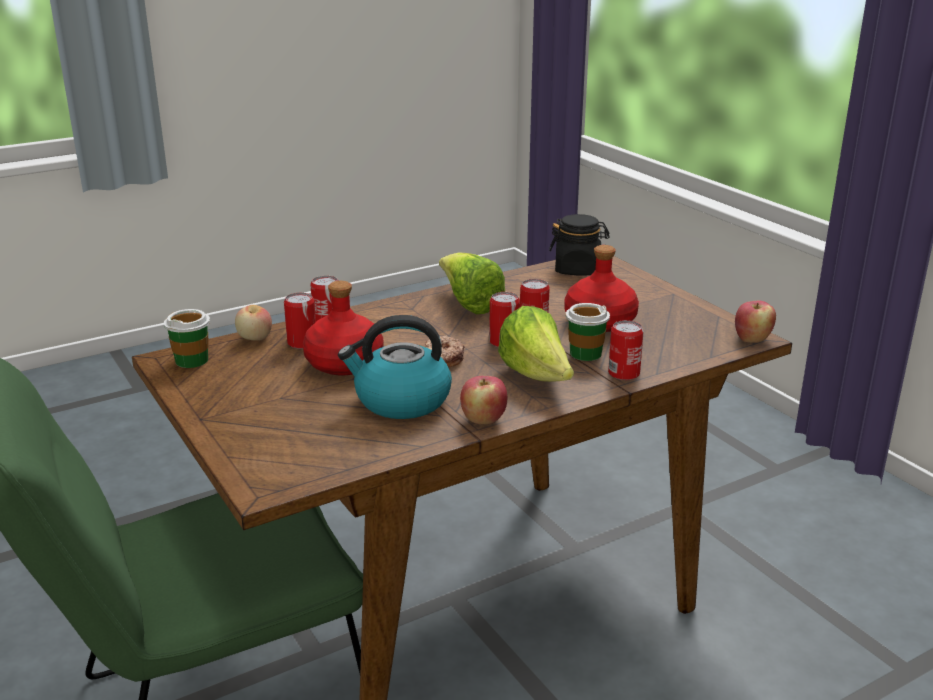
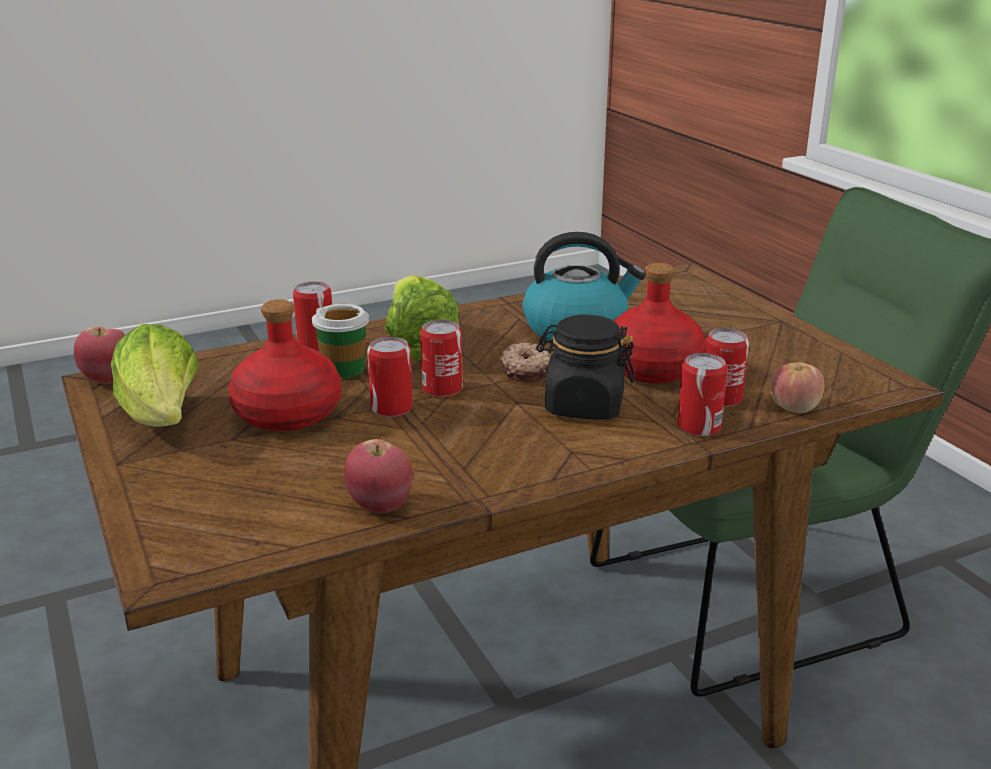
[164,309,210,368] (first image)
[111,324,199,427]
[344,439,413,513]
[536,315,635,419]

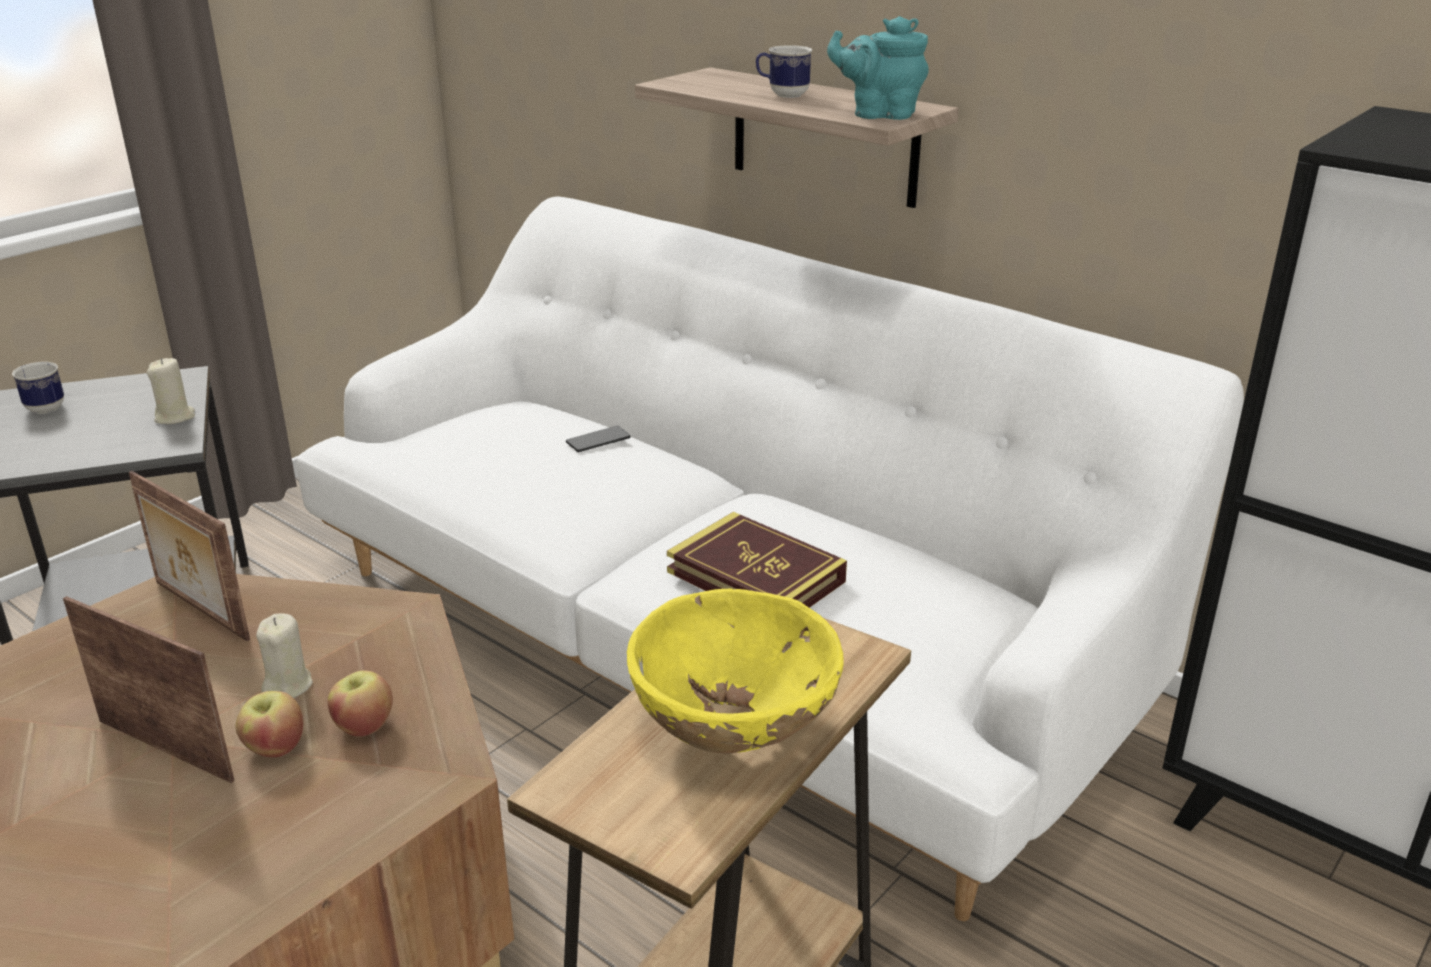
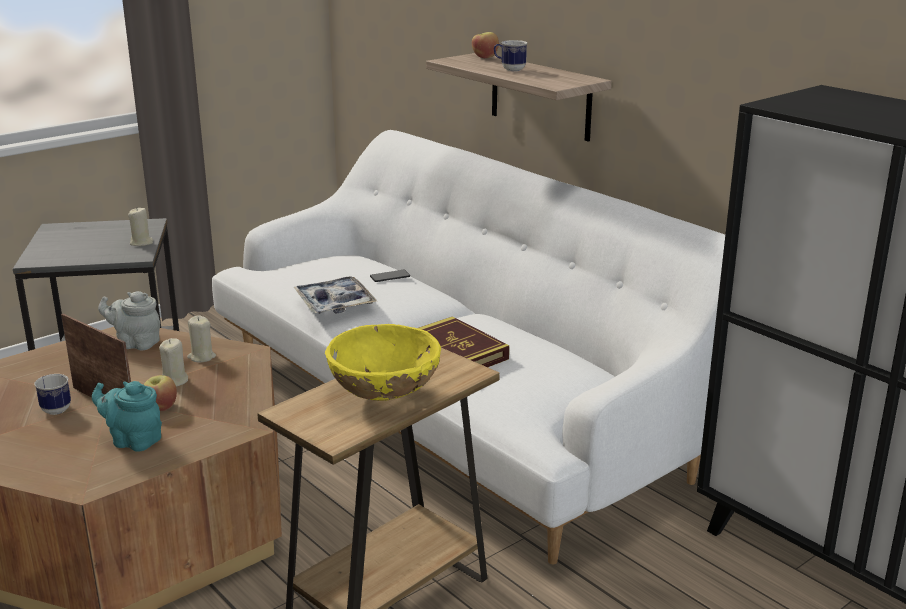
[187,315,216,363]
[293,276,377,314]
[34,374,71,415]
[472,32,499,58]
[92,381,162,452]
[98,291,160,350]

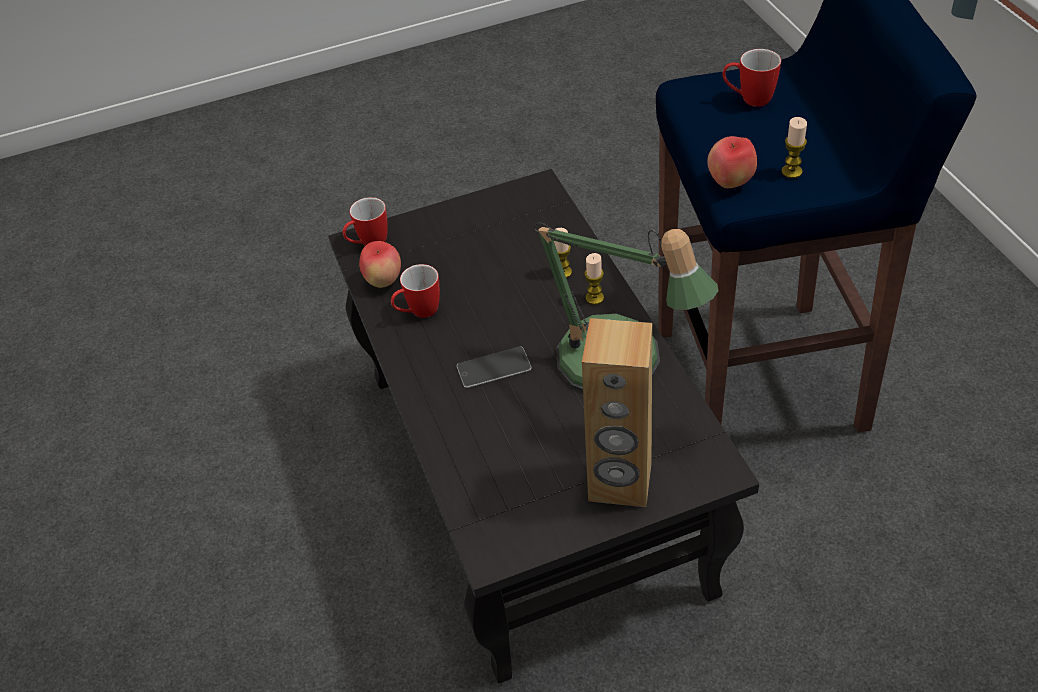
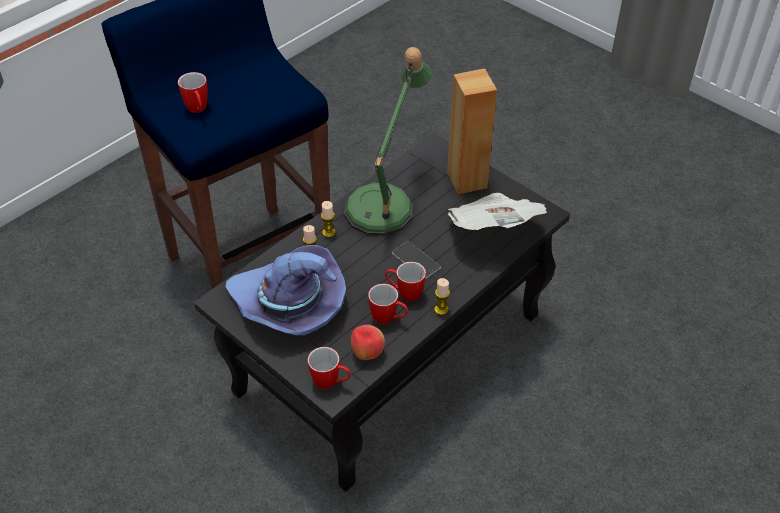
[707,136,757,188] (first image)
[225,245,346,336]
[385,262,426,302]
[448,193,547,230]
[434,278,450,315]

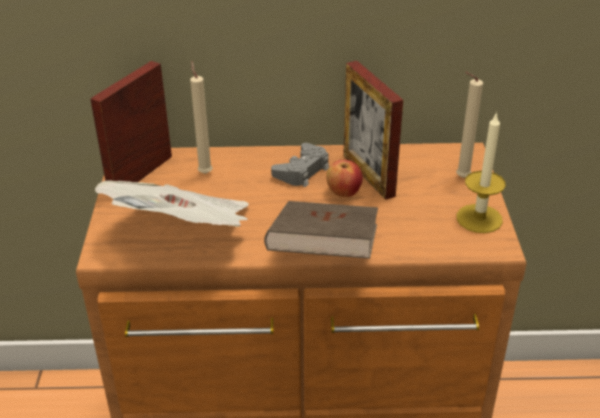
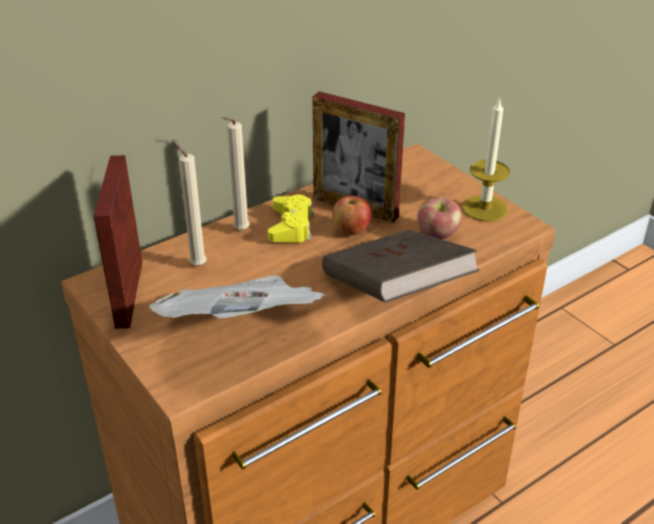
[417,197,462,239]
[222,117,250,231]
[268,195,313,243]

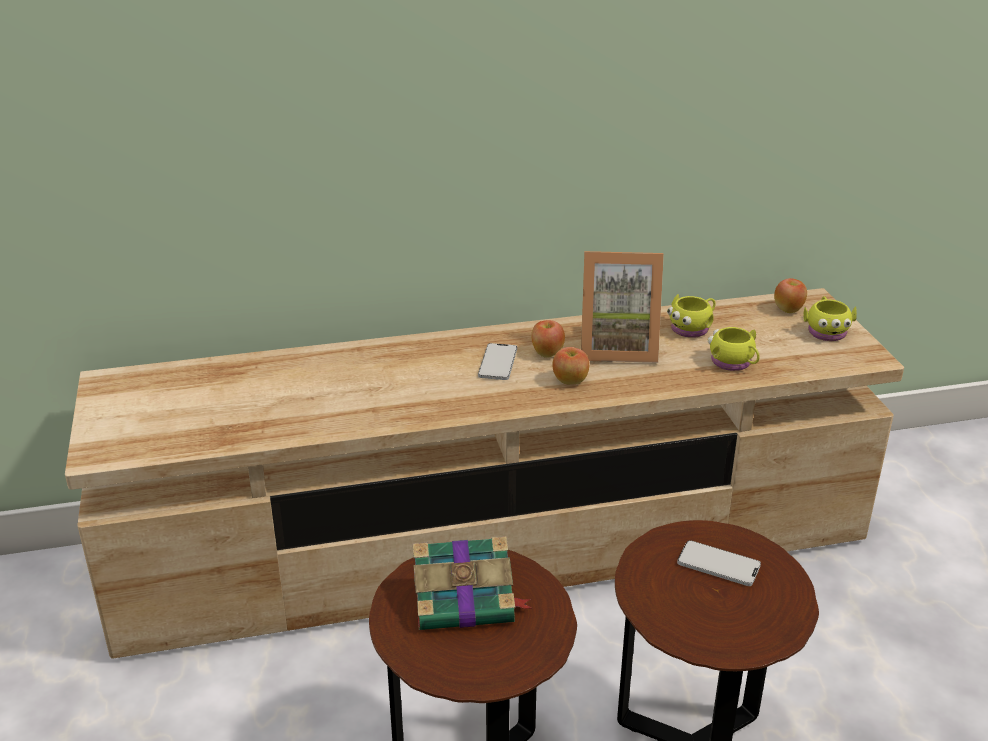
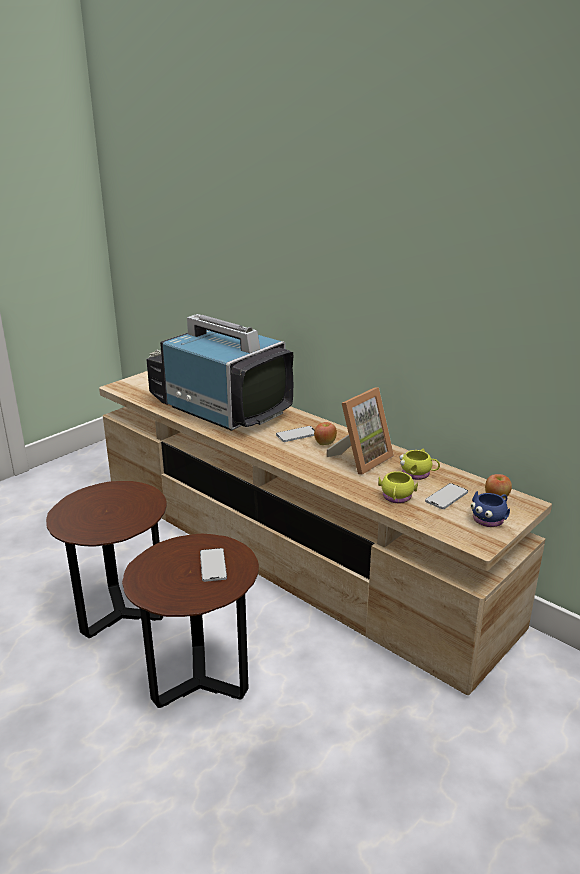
[413,536,532,630] (first image)
[552,347,589,384] (first image)
[146,314,293,431]
[425,483,468,509]
[471,491,510,527]
[327,387,394,475]

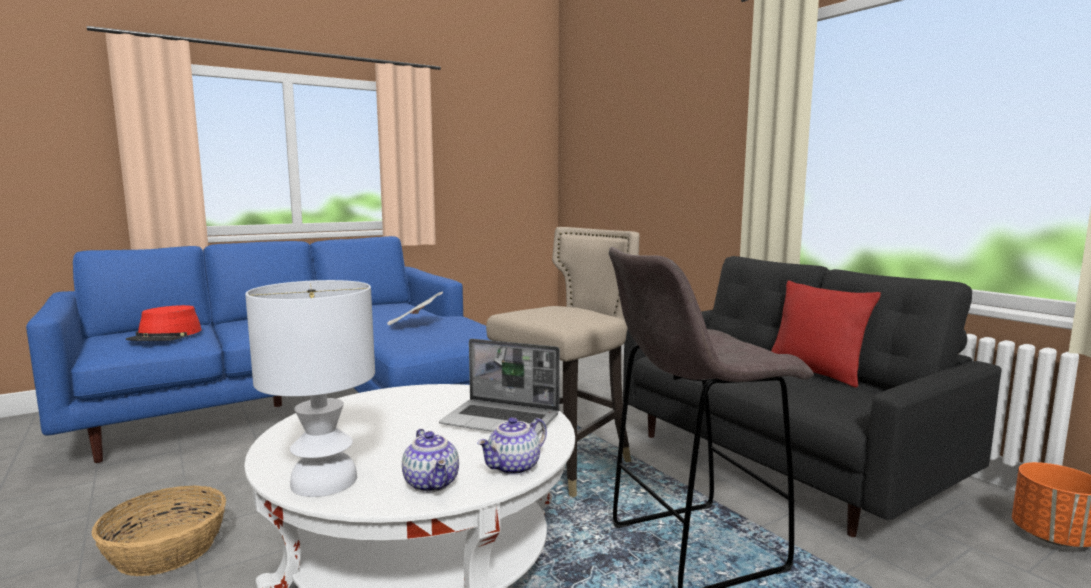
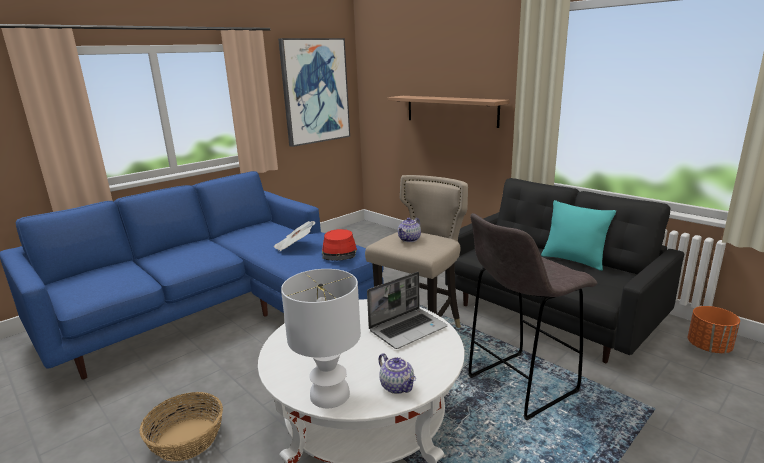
[278,38,350,147]
[388,96,510,128]
[322,229,357,261]
[398,218,421,242]
[541,200,616,271]
[367,272,448,349]

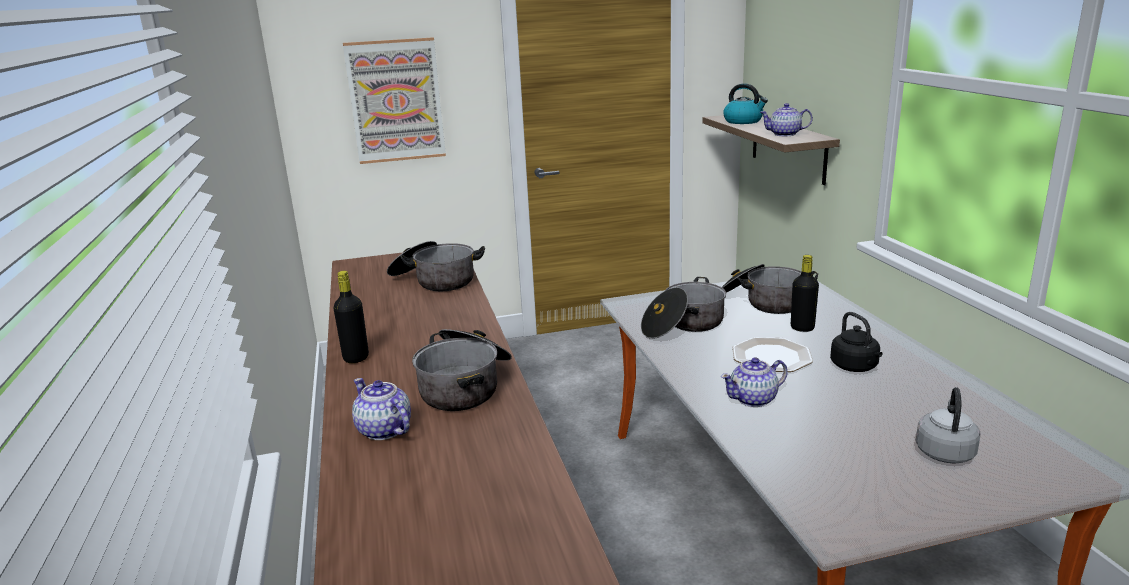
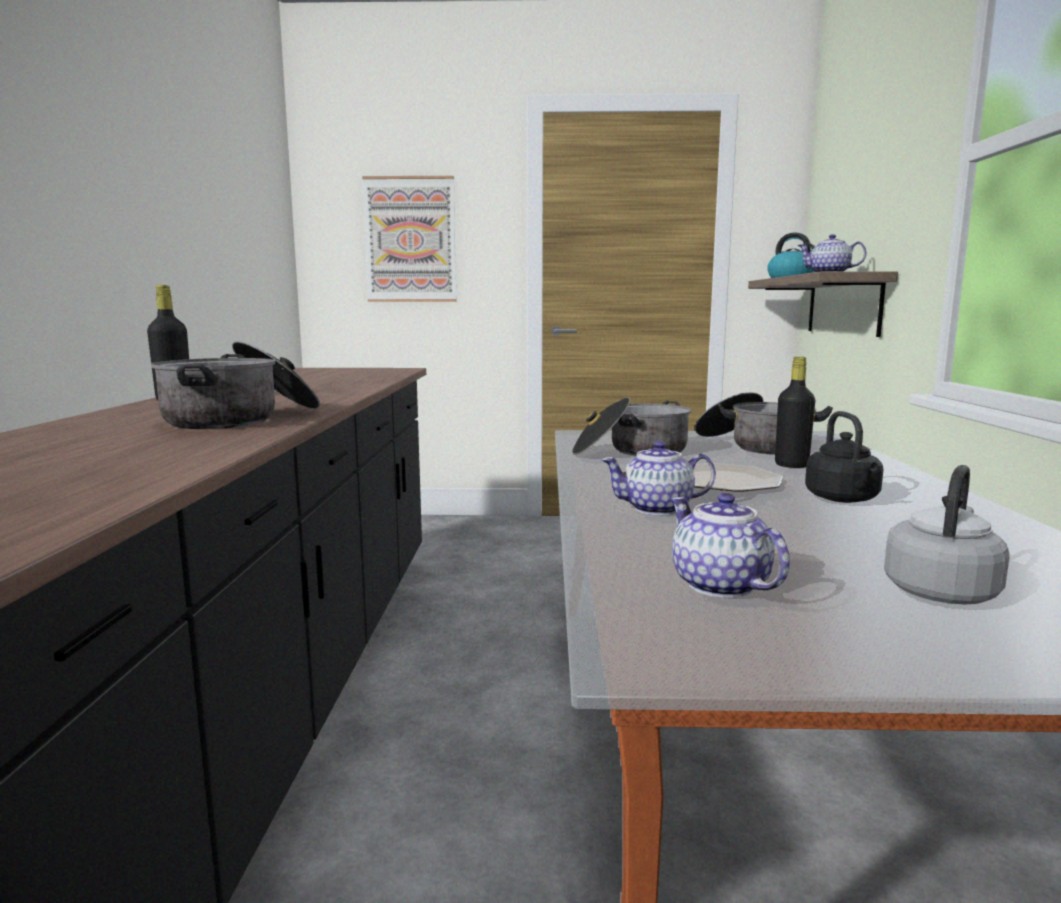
[387,241,485,291] (first image)
[671,493,790,598]

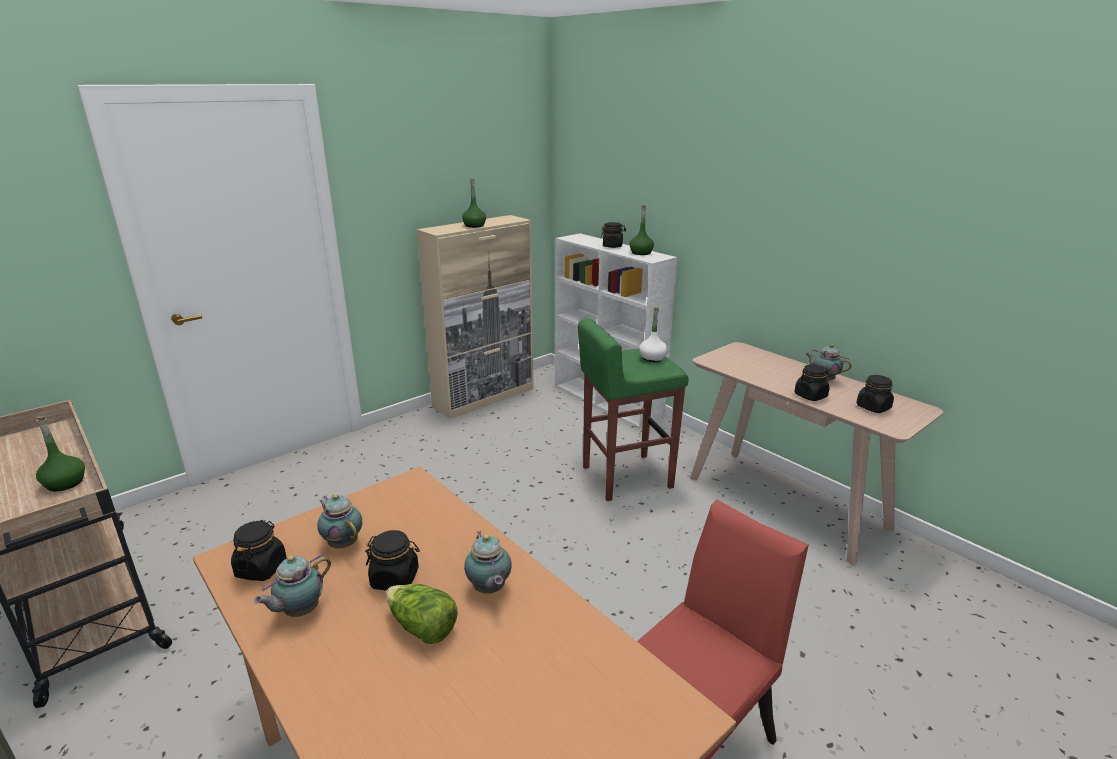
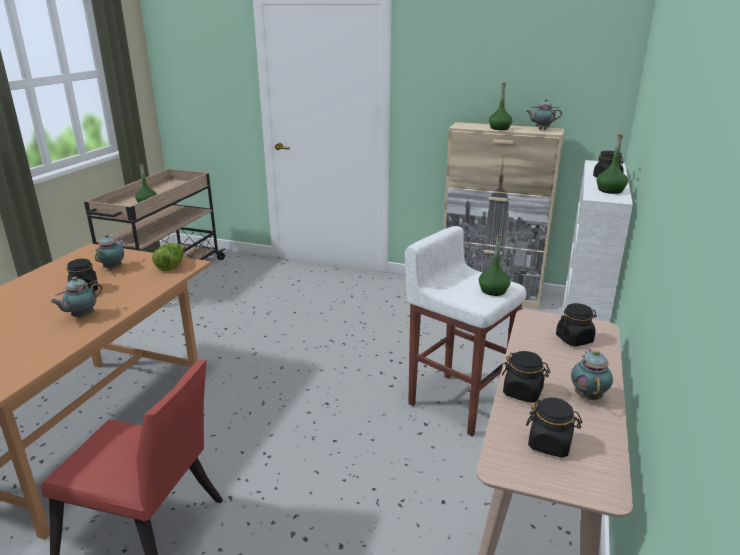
[556,303,597,346]
[527,99,562,130]
[152,243,184,271]
[405,226,526,436]
[479,235,511,296]

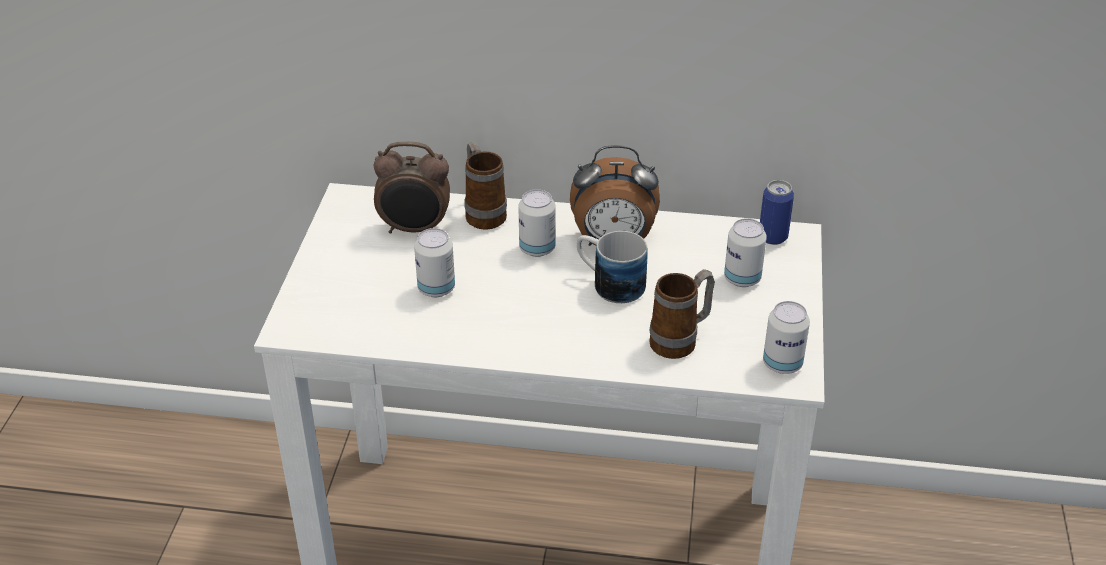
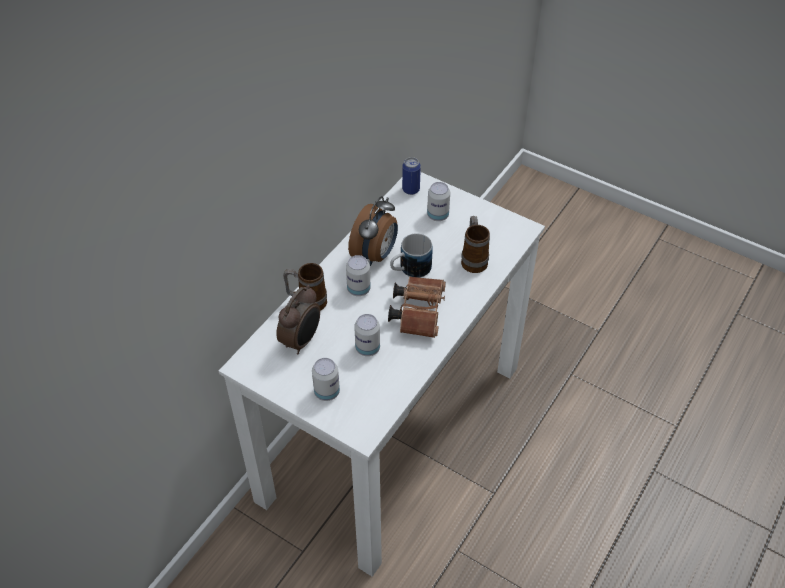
[388,277,446,338]
[312,358,340,401]

